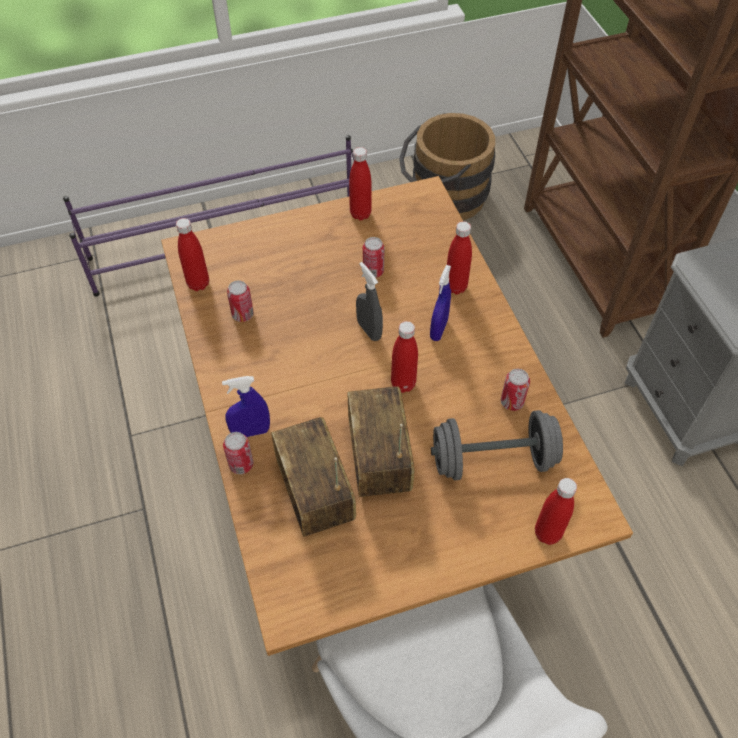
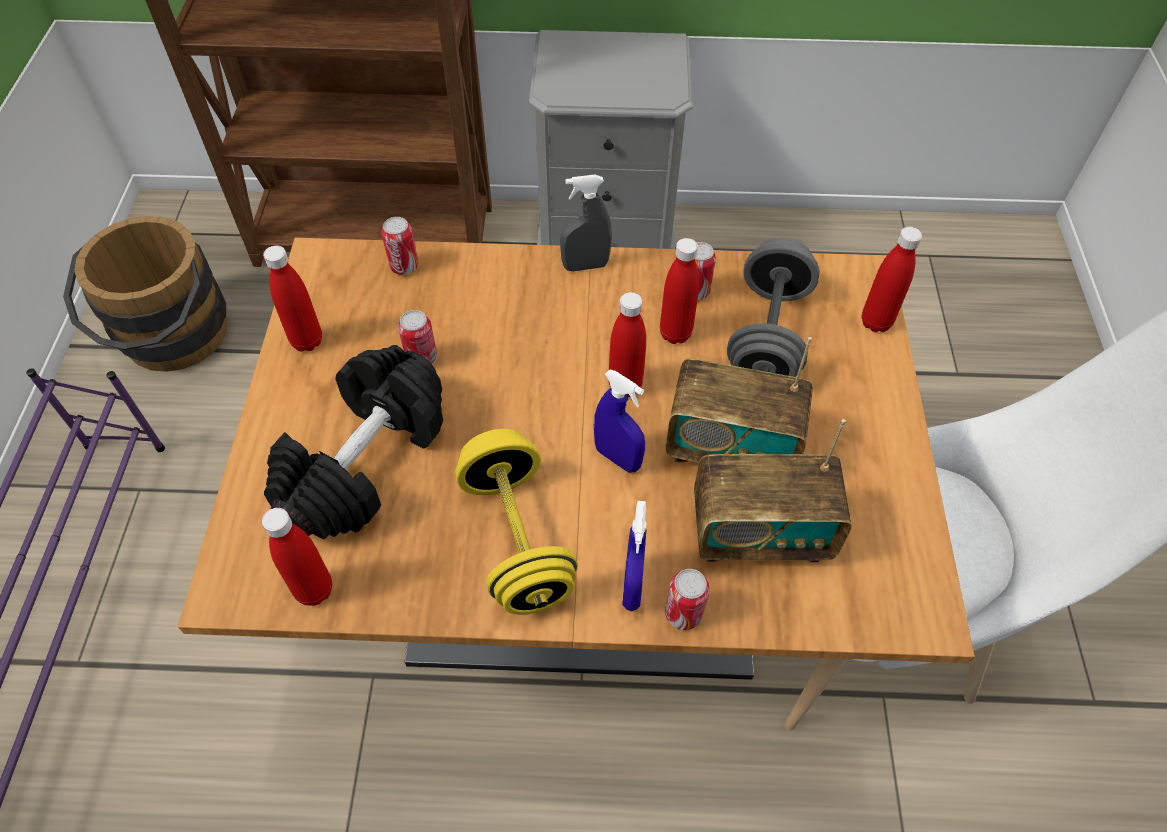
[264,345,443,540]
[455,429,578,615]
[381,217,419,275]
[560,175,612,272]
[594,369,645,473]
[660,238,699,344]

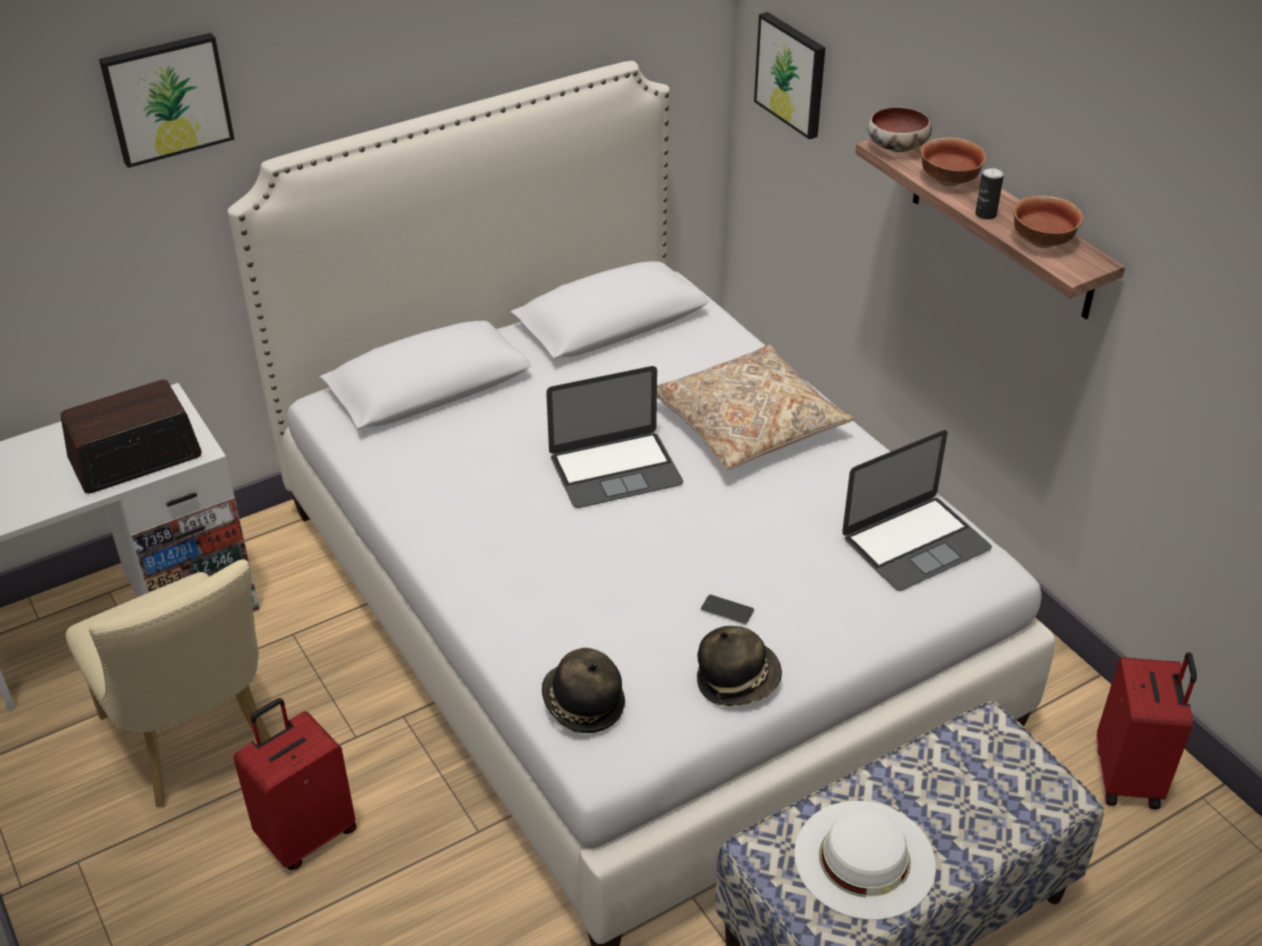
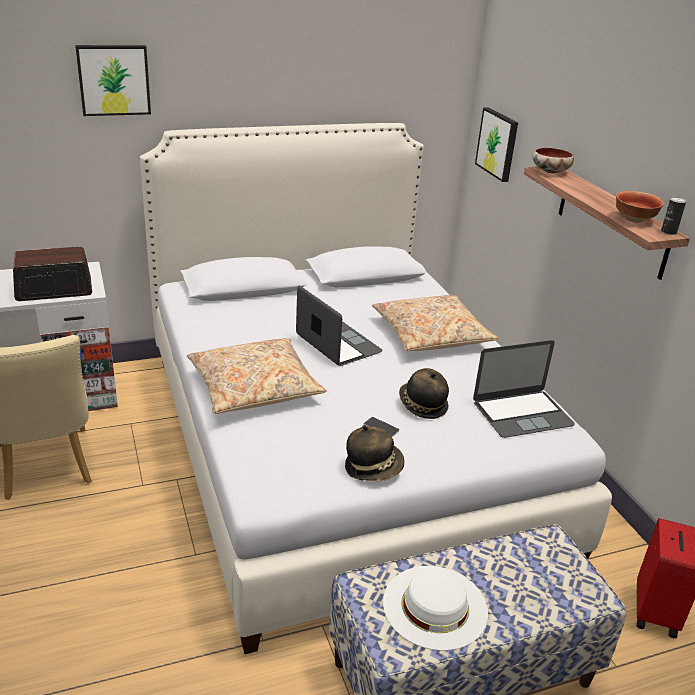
[233,698,356,870] (first image)
[920,137,986,186] (first image)
[187,338,327,414]
[399,368,449,419]
[661,197,686,235]
[296,285,382,366]

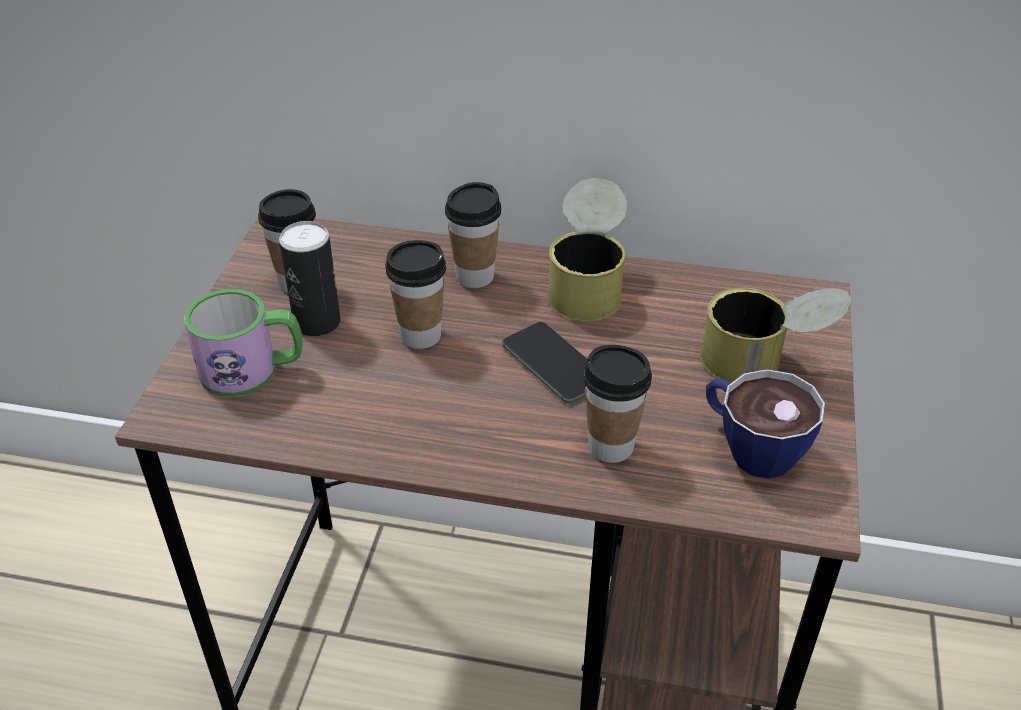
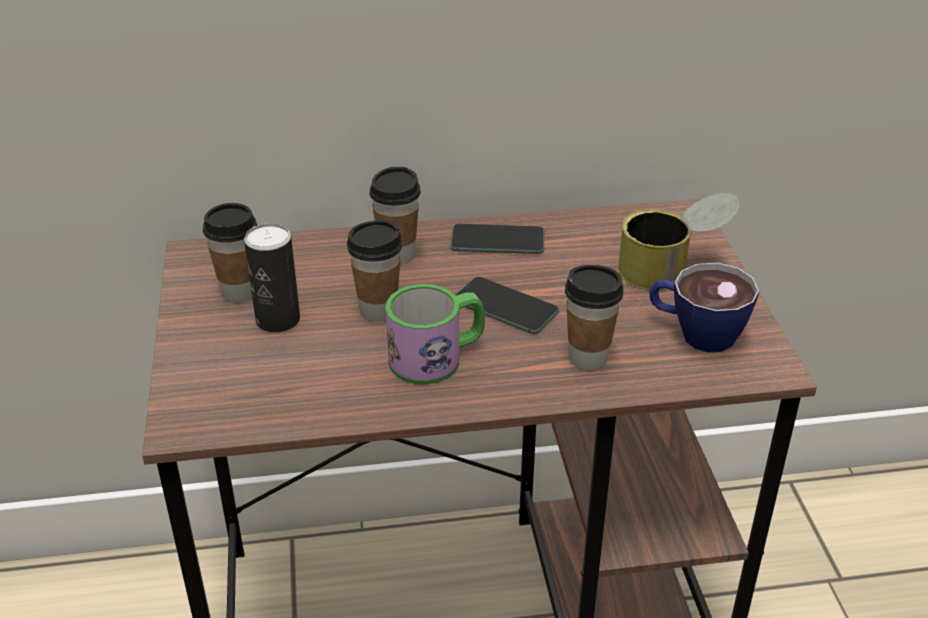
[386,284,485,385]
[451,224,544,254]

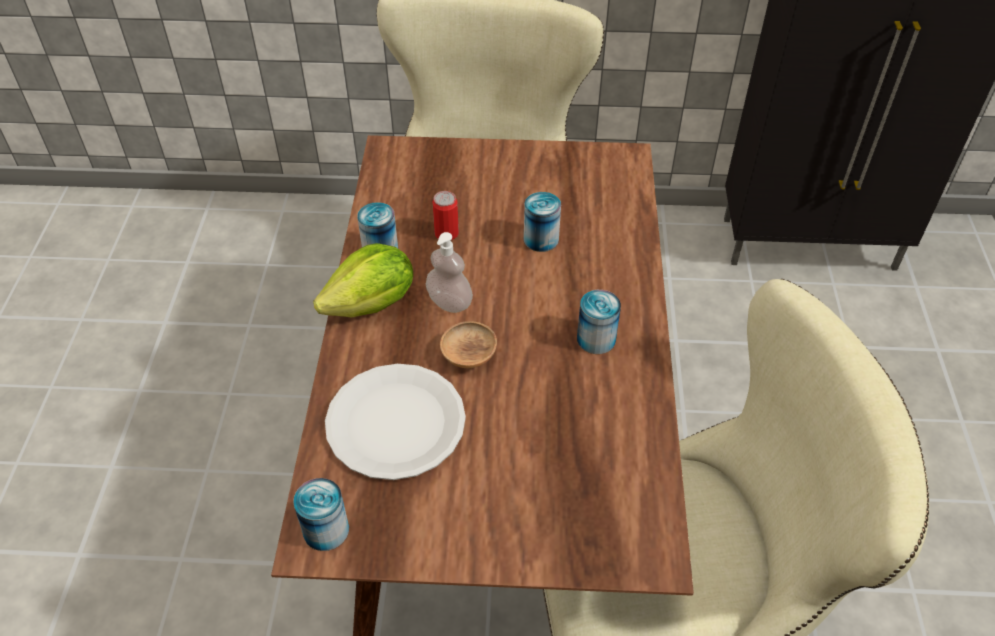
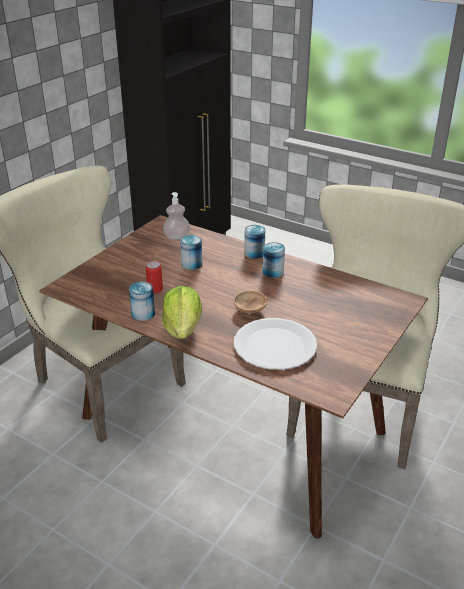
[244,225,265,259]
[163,192,190,240]

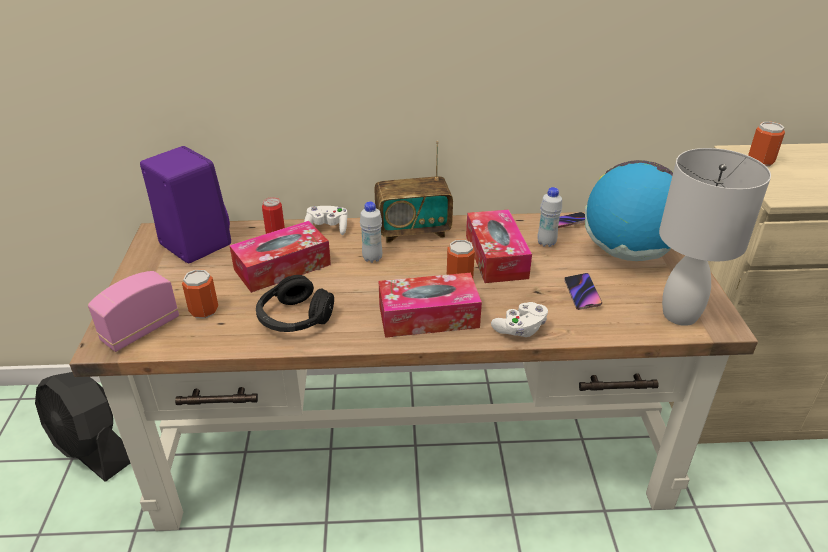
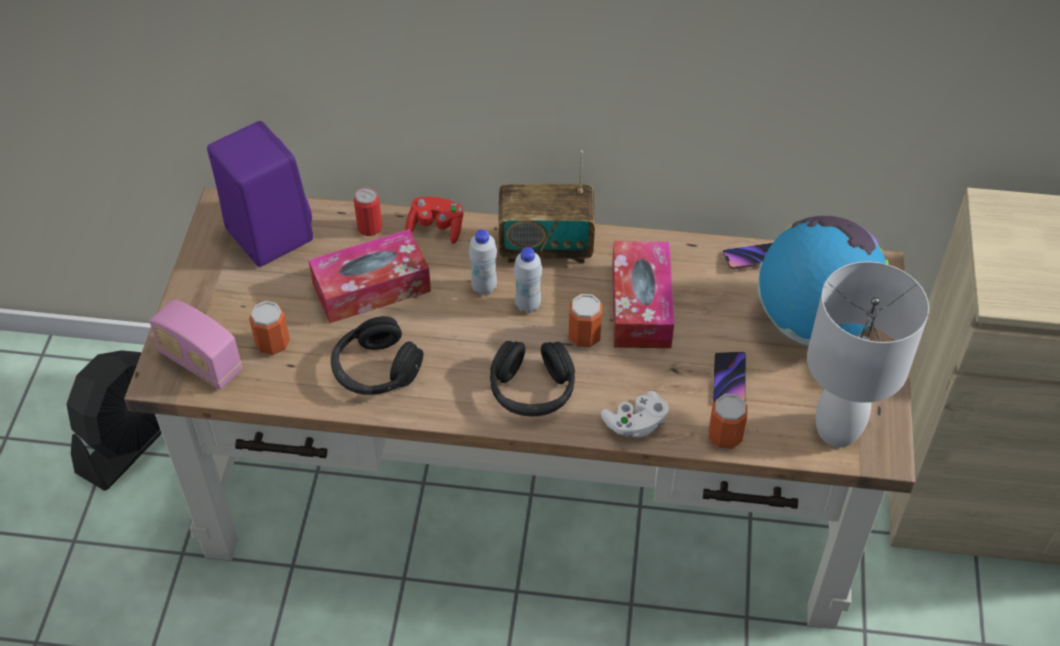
[514,247,542,313]
[709,394,747,449]
[490,341,575,416]
[405,197,464,244]
[66,350,162,491]
[149,300,242,390]

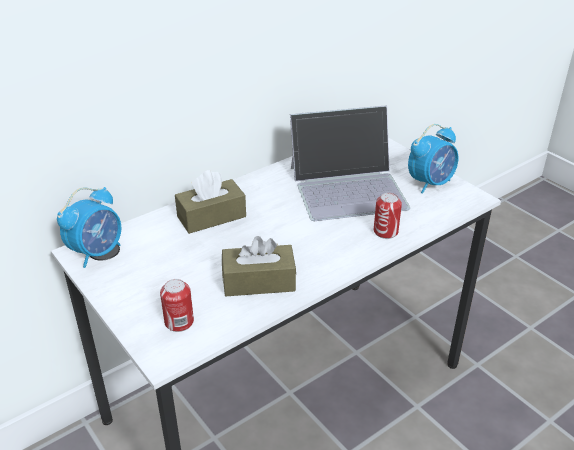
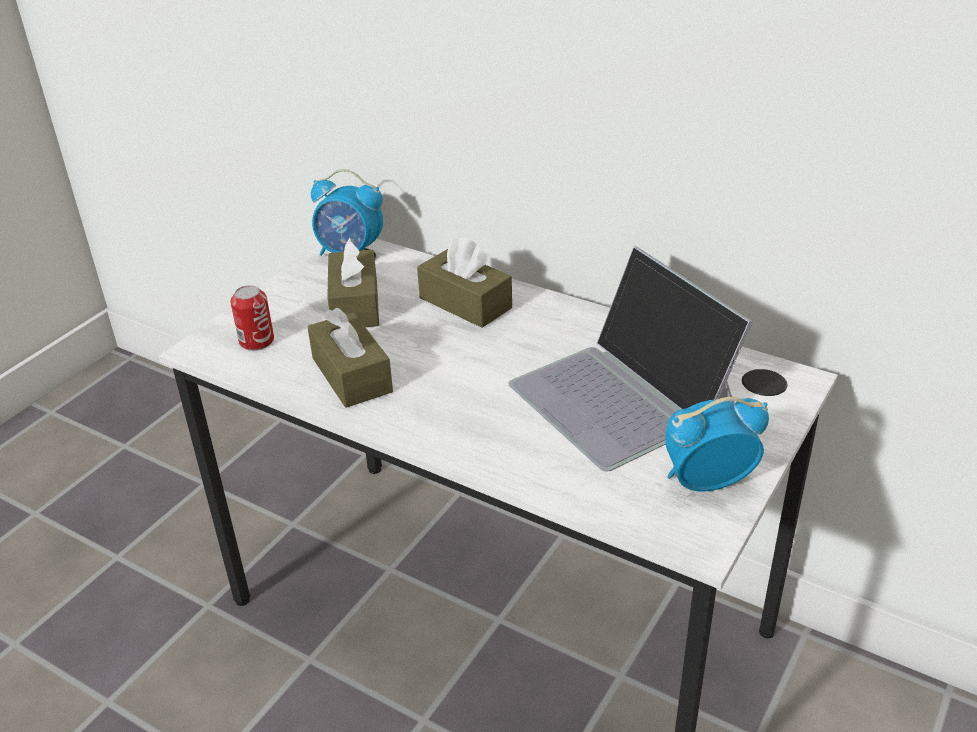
[374,193,402,239] (first image)
[327,238,379,327]
[665,397,769,491]

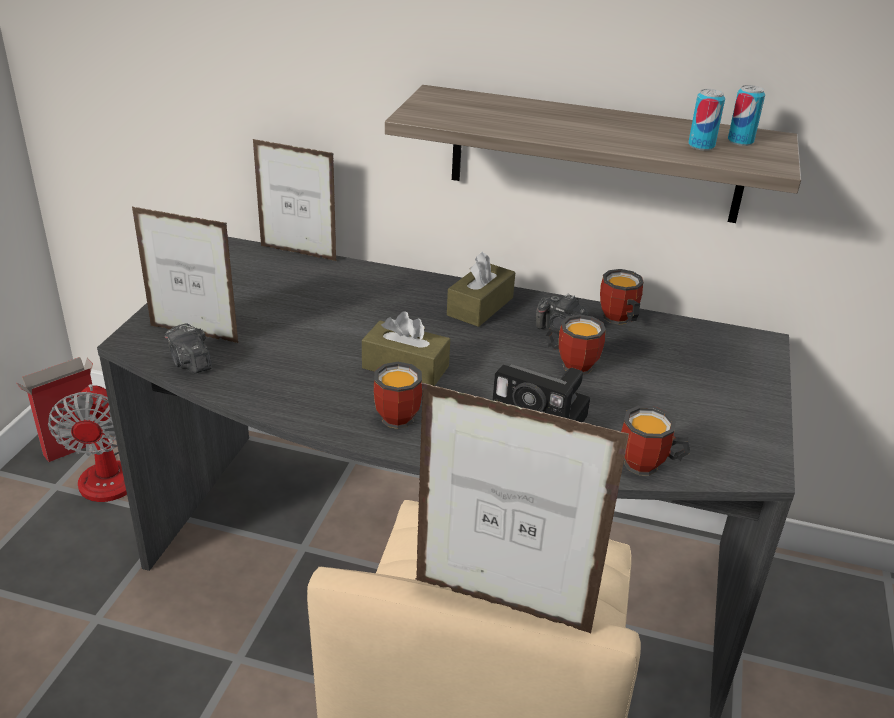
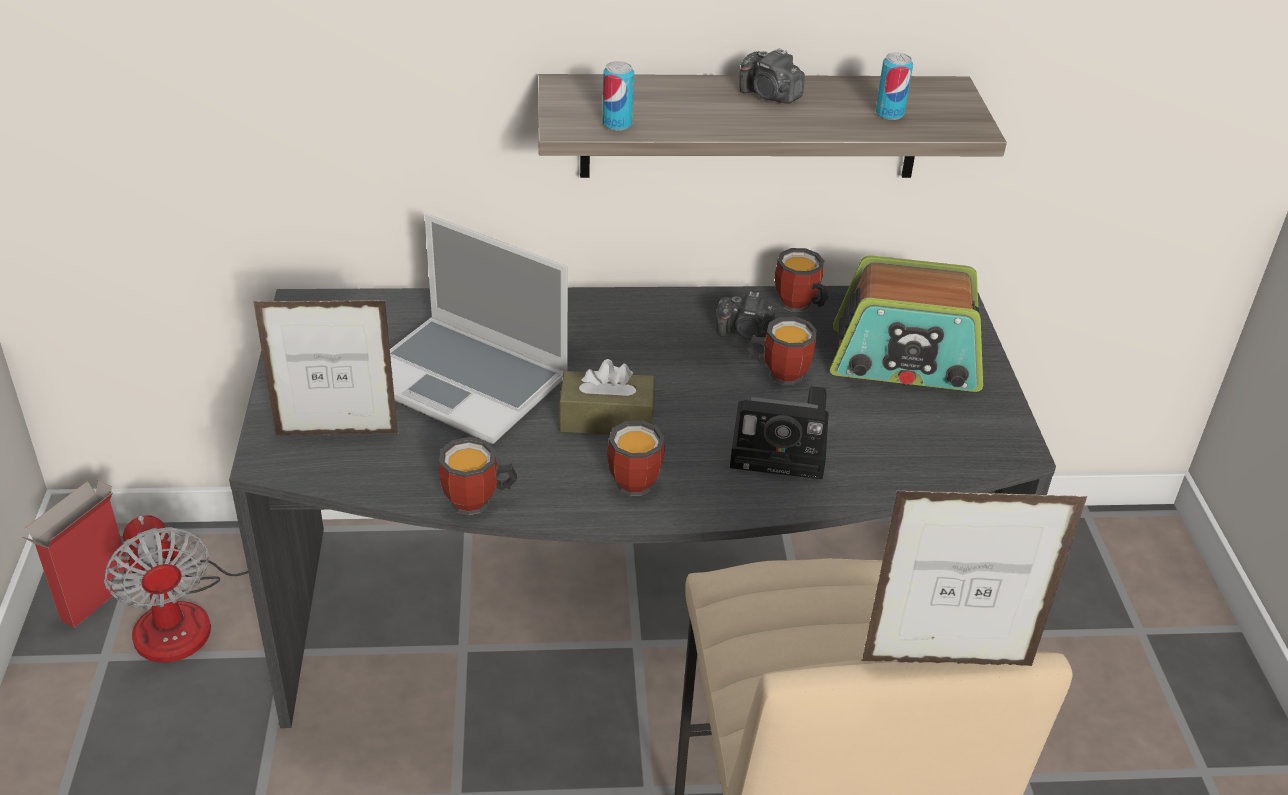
[253,139,337,261] (first image)
[447,251,515,327] (first image)
[390,214,568,444]
[830,255,983,392]
[739,48,805,104]
[439,437,517,515]
[602,61,634,131]

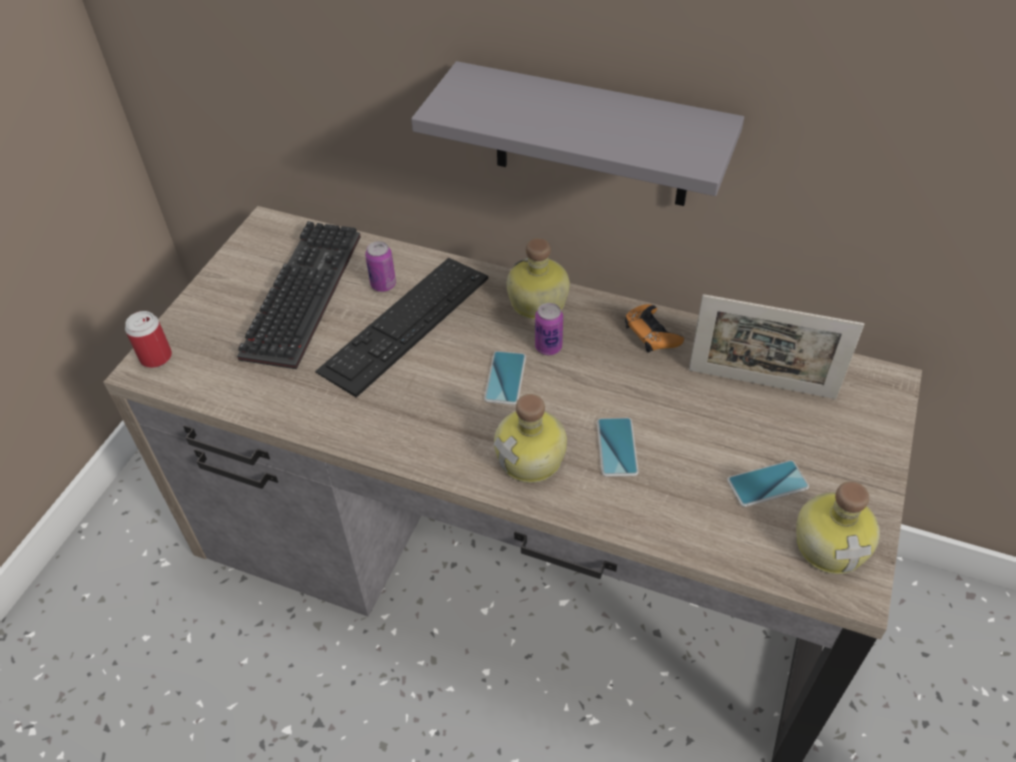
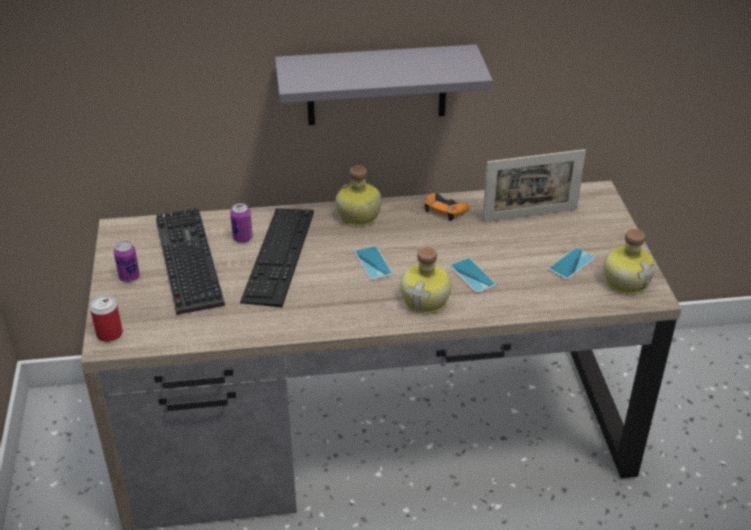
[114,241,140,282]

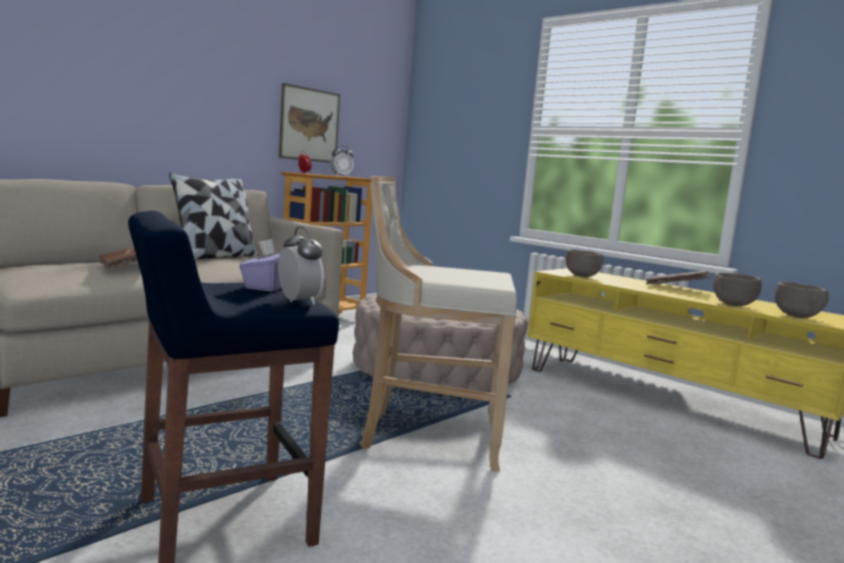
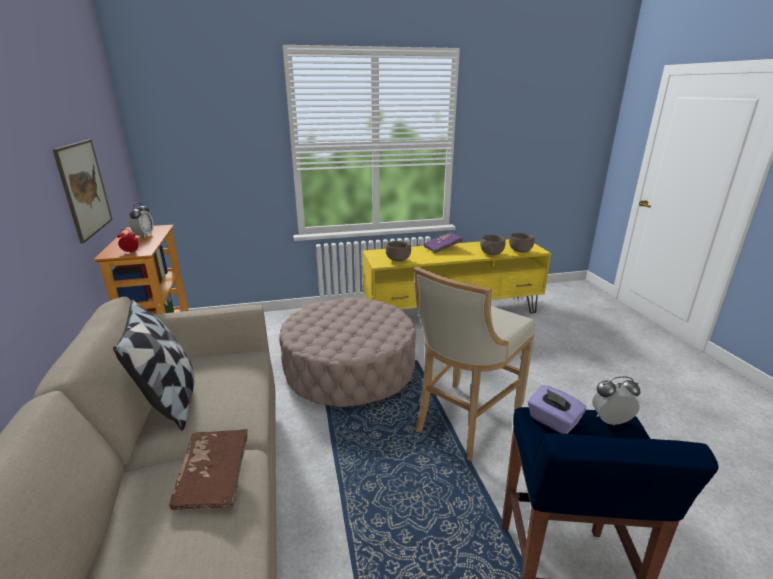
[424,232,463,253]

